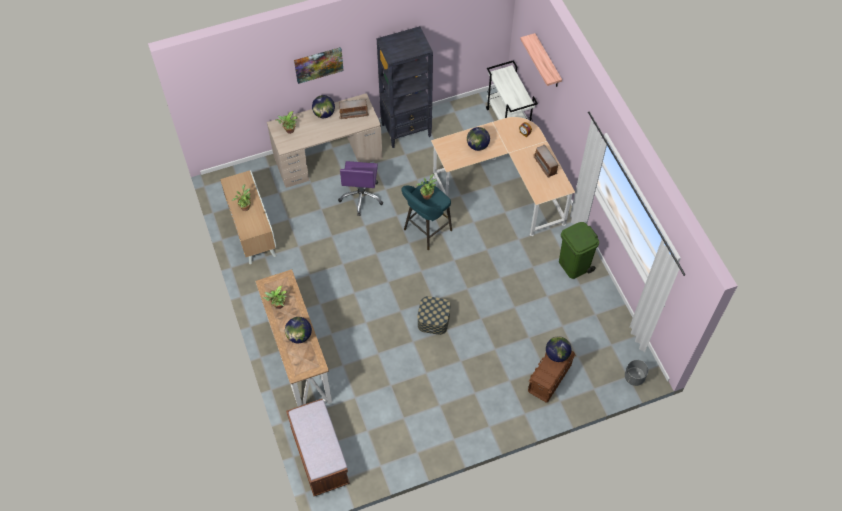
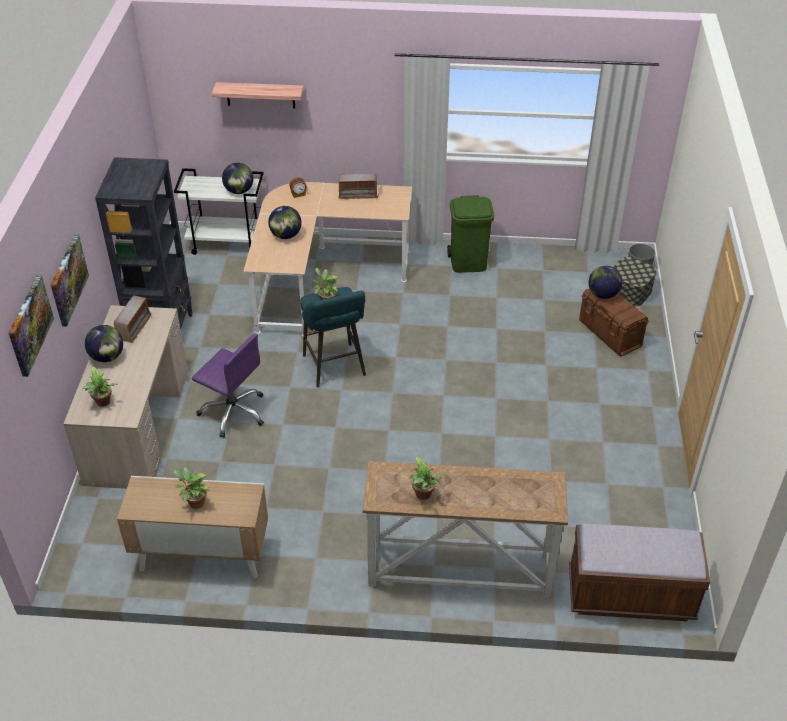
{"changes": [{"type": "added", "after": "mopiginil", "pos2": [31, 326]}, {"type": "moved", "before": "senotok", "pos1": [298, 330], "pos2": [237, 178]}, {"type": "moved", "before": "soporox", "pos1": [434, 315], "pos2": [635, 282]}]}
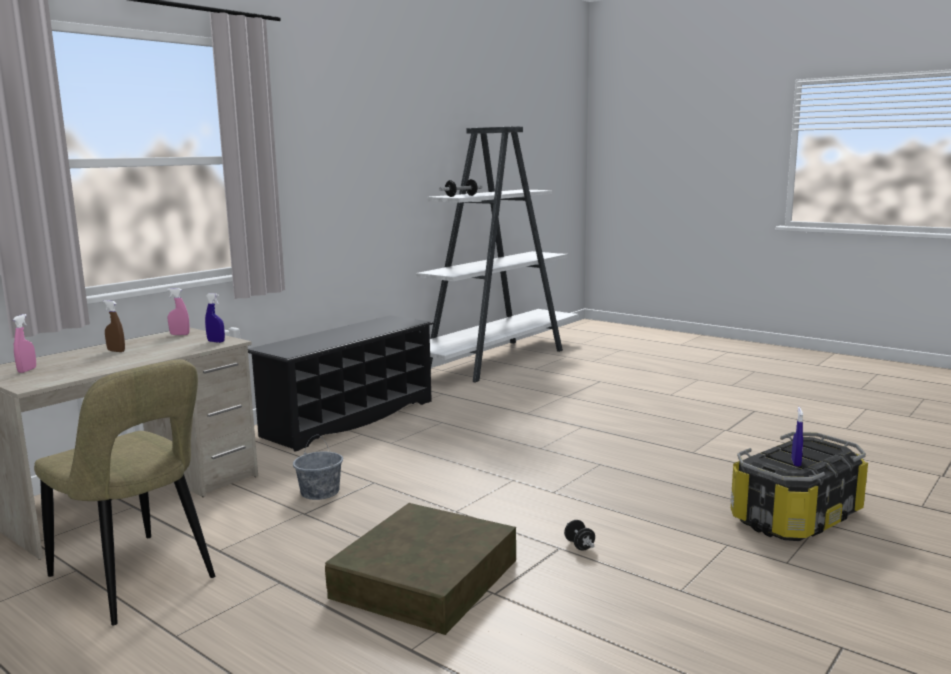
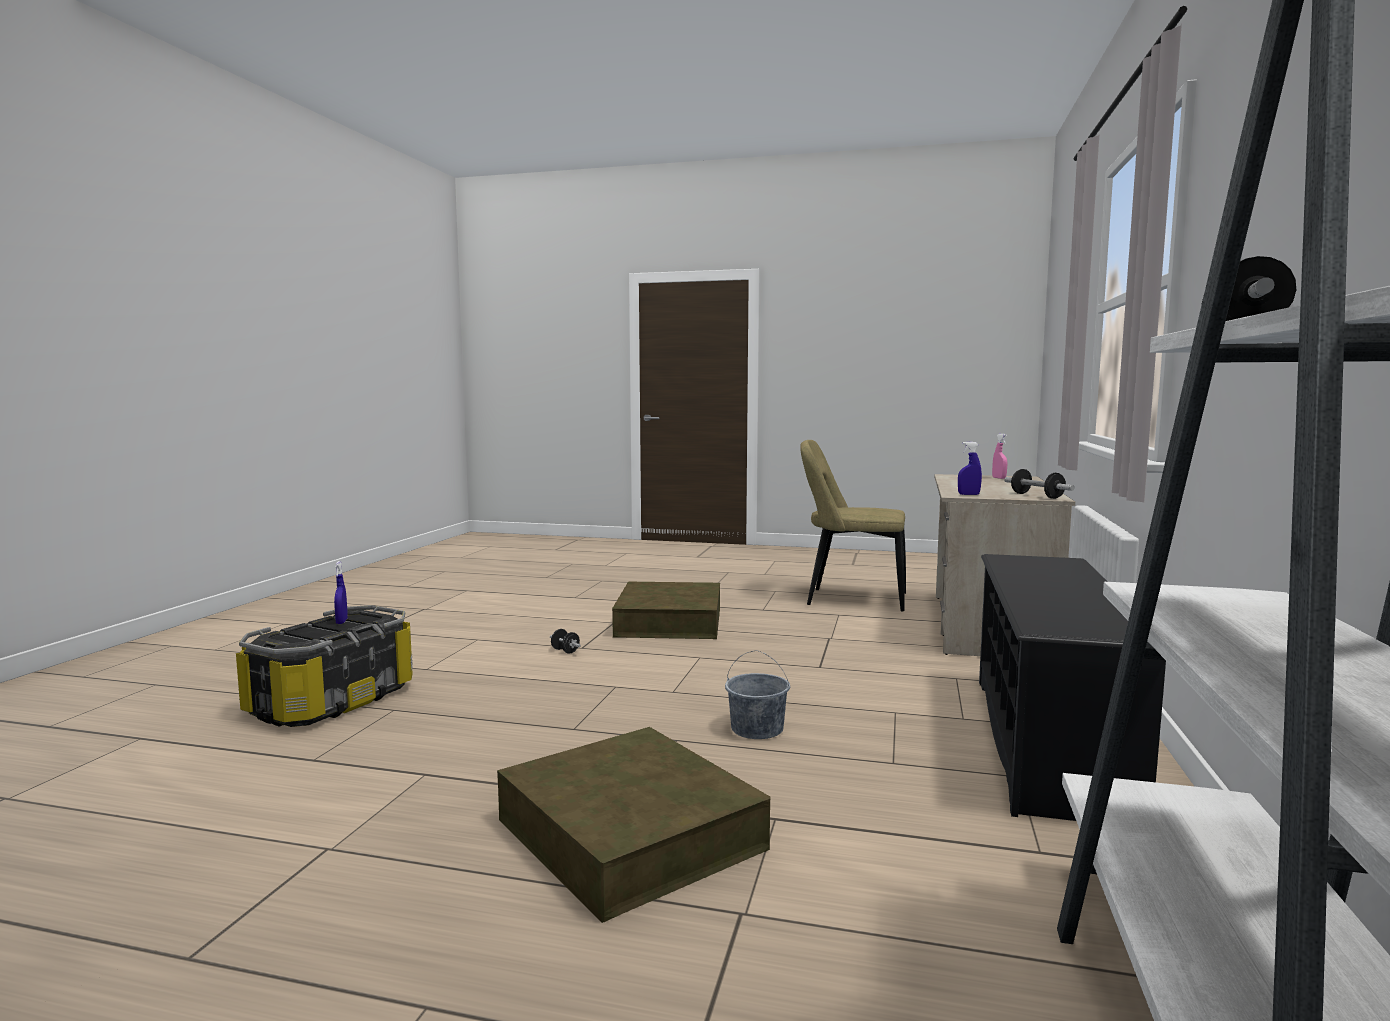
{"changes": [{"type": "removed", "before": "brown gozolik", "pos1": [114, 326]}, {"type": "added", "after": "brown soporox", "pos2": [633, 825]}, {"type": "moved", "before": "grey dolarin", "pos1": [318, 467], "pos2": [757, 694]}, {"type": "replaced", "before": "pink gozolik", "after": "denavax", "pos1": [178, 311], "pos2": [1039, 484]}]}
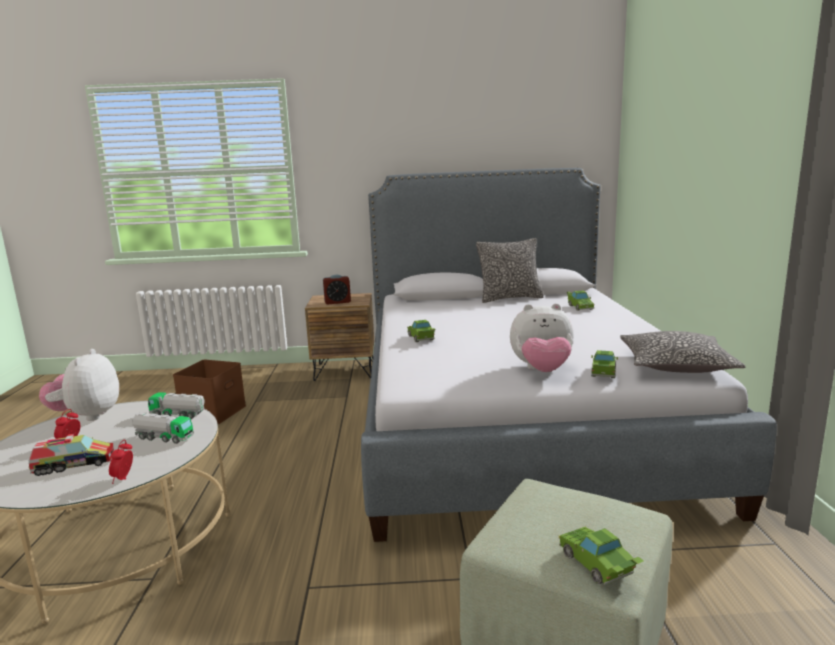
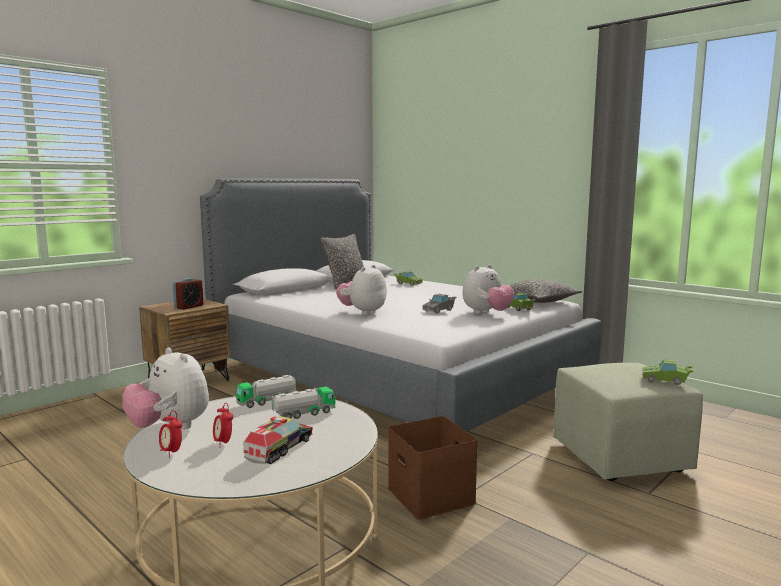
{"changes": [{"type": "added", "after": "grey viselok", "pos2": [439, 304]}, {"type": "moved", "before": "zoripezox", "pos1": [121, 462], "pos2": [171, 434]}, {"type": "moved", "before": "brown soporox", "pos1": [209, 392], "pos2": [433, 468]}, {"type": "replaced", "before": "green viselok", "after": "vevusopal", "pos1": [421, 331], "pos2": [361, 290]}]}
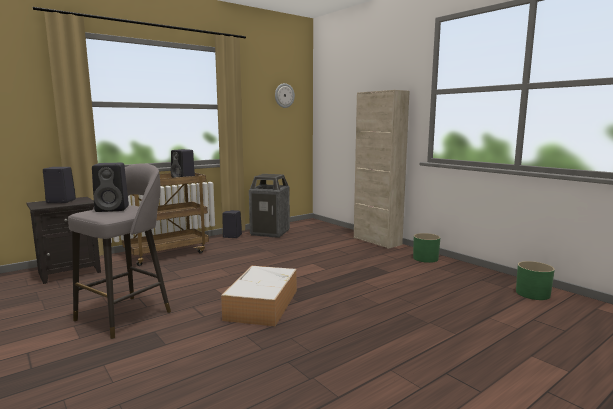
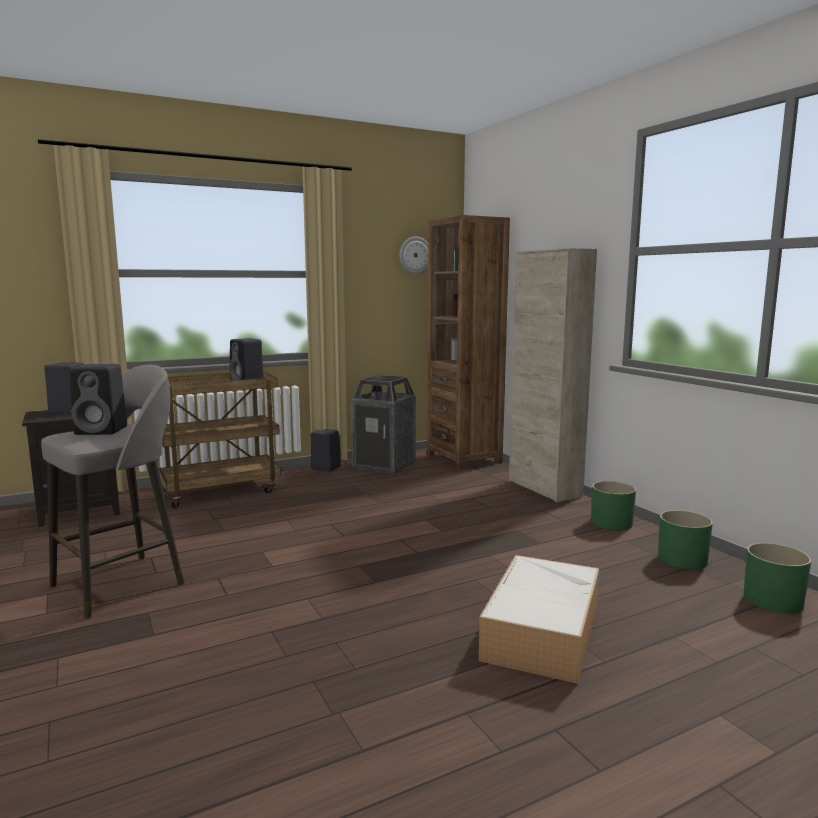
{"changes": [{"type": "added", "after": "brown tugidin", "pos2": [468, 342]}, {"type": "added", "after": "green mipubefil", "pos2": [685, 539]}, {"type": "moved", "before": "soporox", "pos1": [259, 296], "pos2": [539, 619]}]}
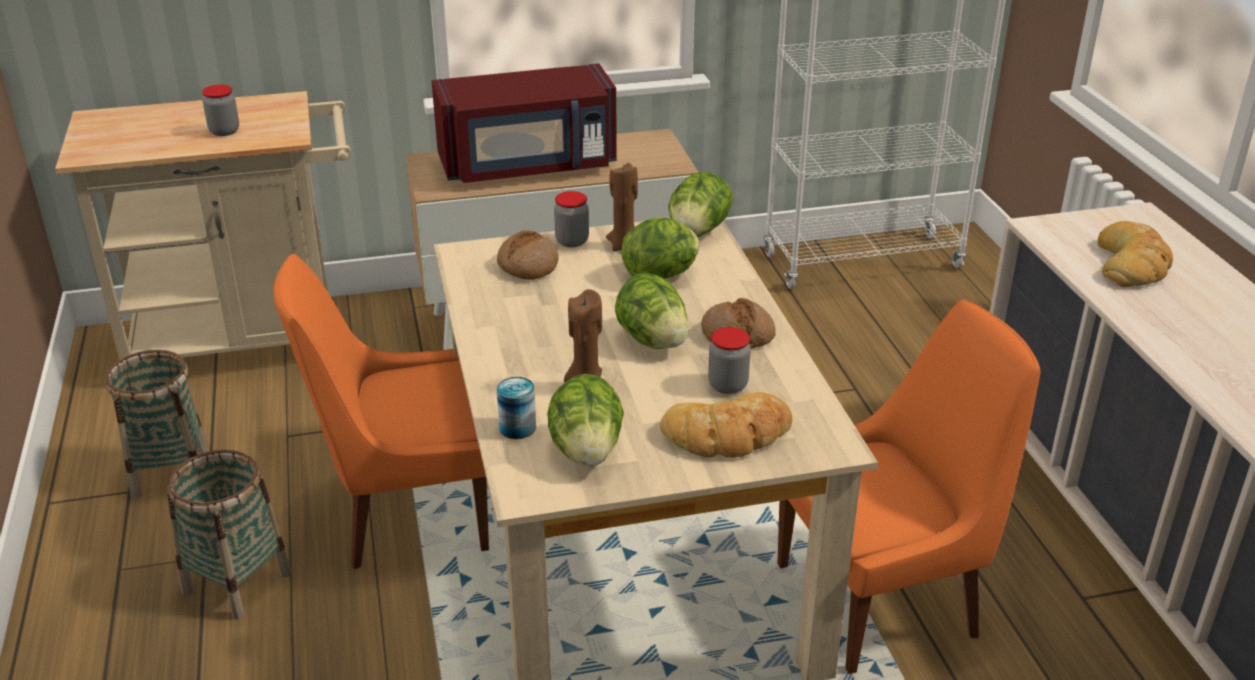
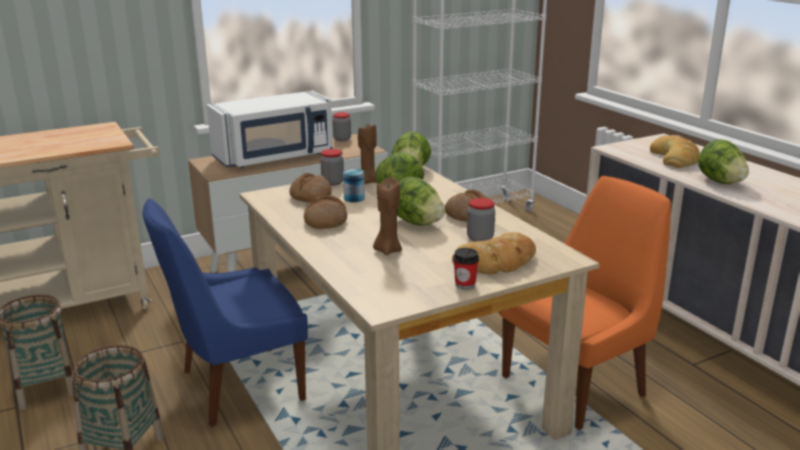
{"changes": [{"type": "added", "after": "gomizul", "pos2": [325, 212]}, {"type": "added", "after": "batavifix", "pos2": [466, 269]}, {"type": "moved", "before": "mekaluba", "pos1": [220, 110], "pos2": [342, 126]}, {"type": "moved", "before": "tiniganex", "pos1": [516, 408], "pos2": [354, 185]}, {"type": "moved", "before": "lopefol", "pos1": [585, 420], "pos2": [723, 161]}, {"type": "recoloured", "before": "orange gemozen", "after": "blue gemozen", "pos1": [381, 411], "pos2": [225, 312]}, {"type": "recoloured", "before": "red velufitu", "after": "white velufitu", "pos1": [524, 123], "pos2": [270, 129]}]}
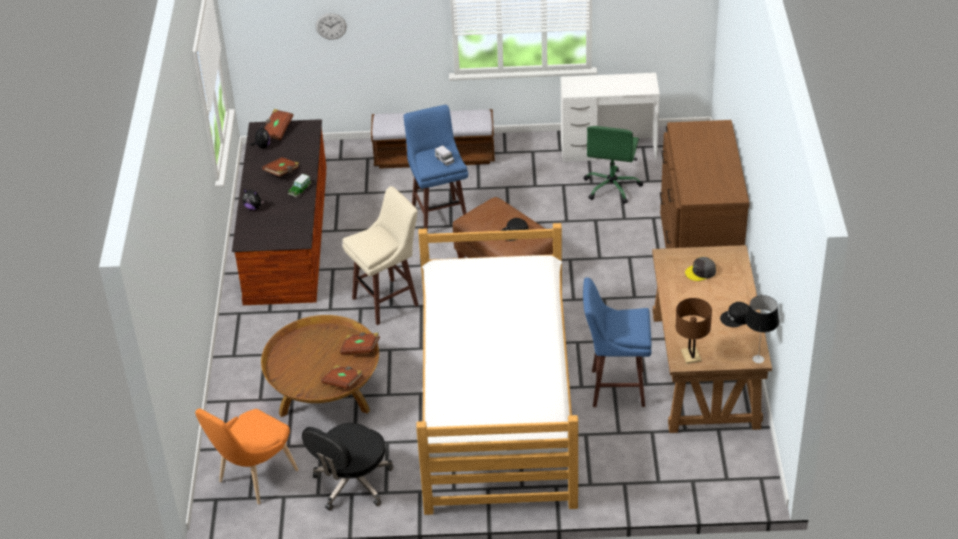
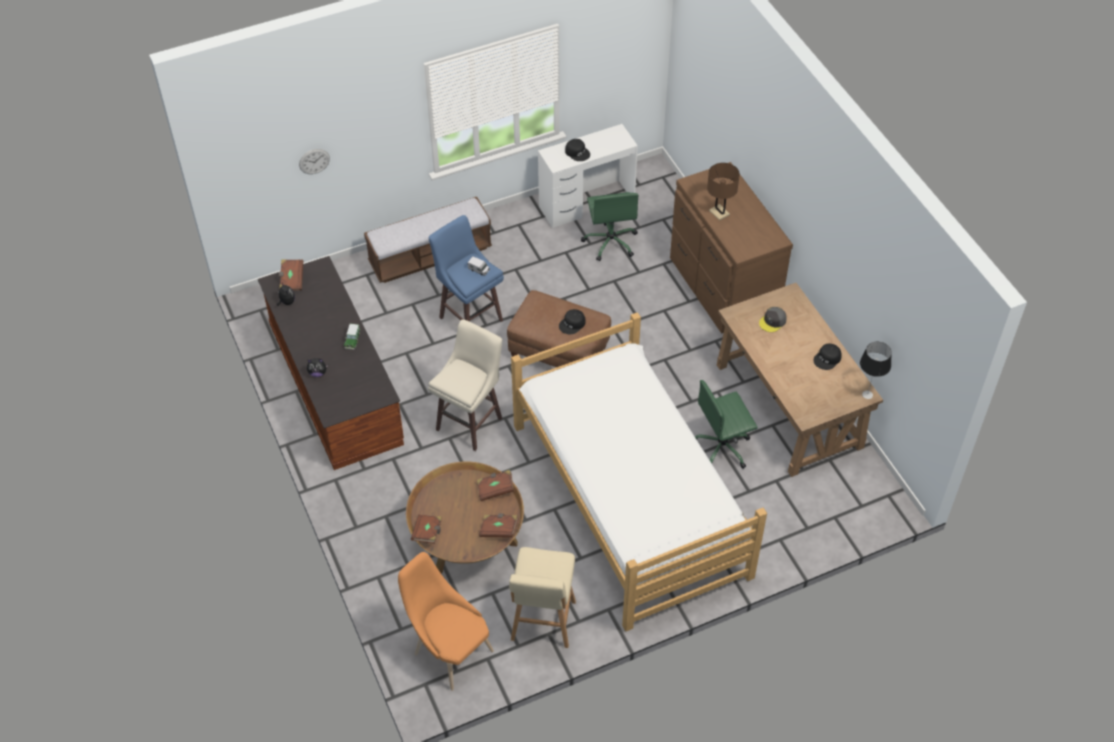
{"changes": [{"type": "added", "after": "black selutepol", "pos2": [577, 150]}, {"type": "moved", "before": "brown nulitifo", "pos1": [280, 167], "pos2": [426, 529]}, {"type": "moved", "before": "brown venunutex", "pos1": [693, 331], "pos2": [723, 192]}, {"type": "replaced", "before": "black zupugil", "after": "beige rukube", "pos1": [348, 466], "pos2": [542, 597]}, {"type": "replaced", "before": "blue rukube", "after": "green zupugil", "pos1": [617, 342], "pos2": [726, 424]}, {"type": "turned", "before": "orange gemozen", "pos1": [246, 456], "pos2": [446, 621], "turn": 120}]}
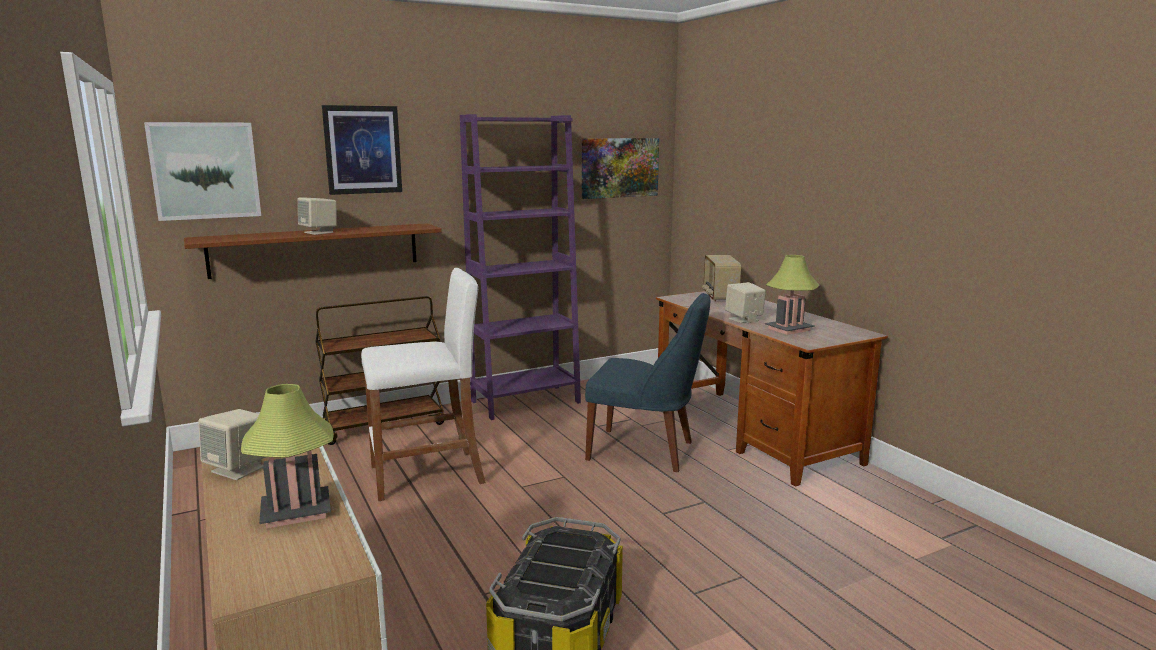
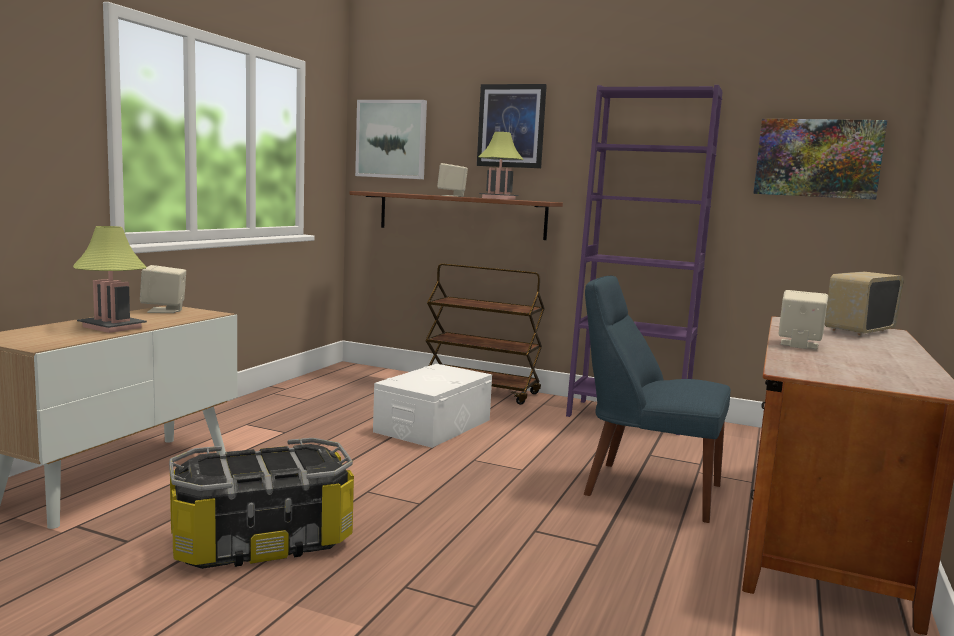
{"changes": [{"type": "moved", "before": "venunutex", "pos1": [792, 295], "pos2": [501, 166]}, {"type": "replaced", "before": "white rukube", "after": "white soporox", "pos1": [423, 384], "pos2": [432, 406]}, {"type": "turned", "before": "blue gemozen", "pos1": [647, 382], "pos2": [657, 399], "turn": 135}]}
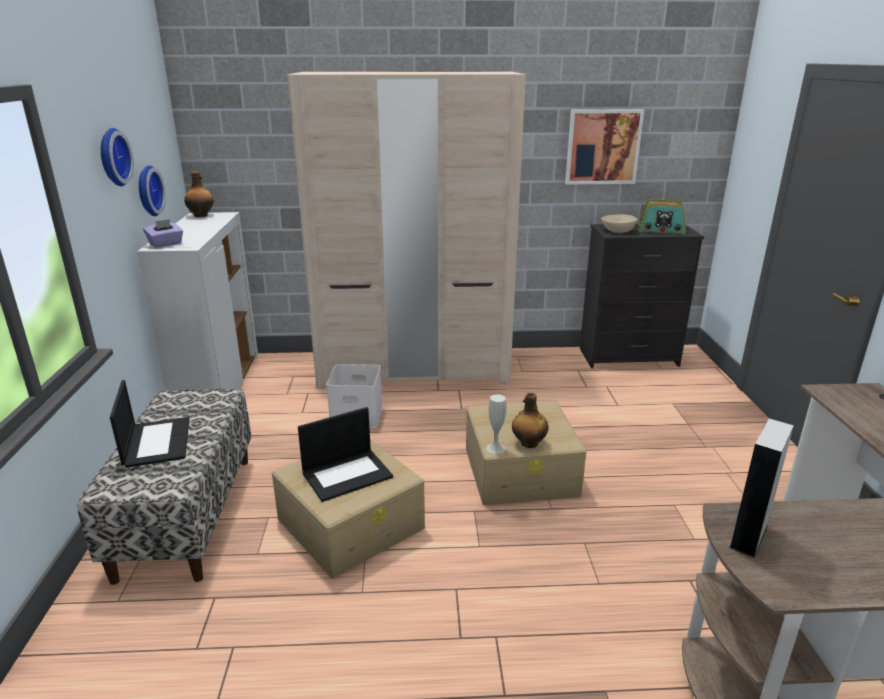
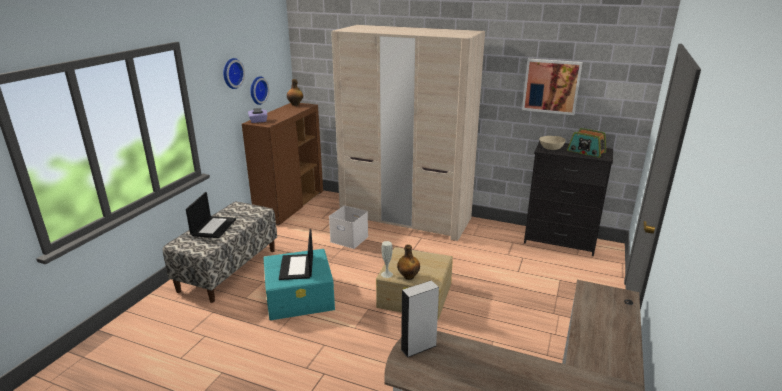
{"changes": [{"type": "recoloured", "before": "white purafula", "after": "brown purafula", "pos1": [197, 301], "pos2": [282, 164]}, {"type": "recoloured", "before": "beige soporox", "after": "turquoise soporox", "pos1": [348, 509], "pos2": [299, 284]}, {"type": "turned", "before": "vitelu", "pos1": [345, 454], "pos2": [296, 254], "turn": 90}]}
